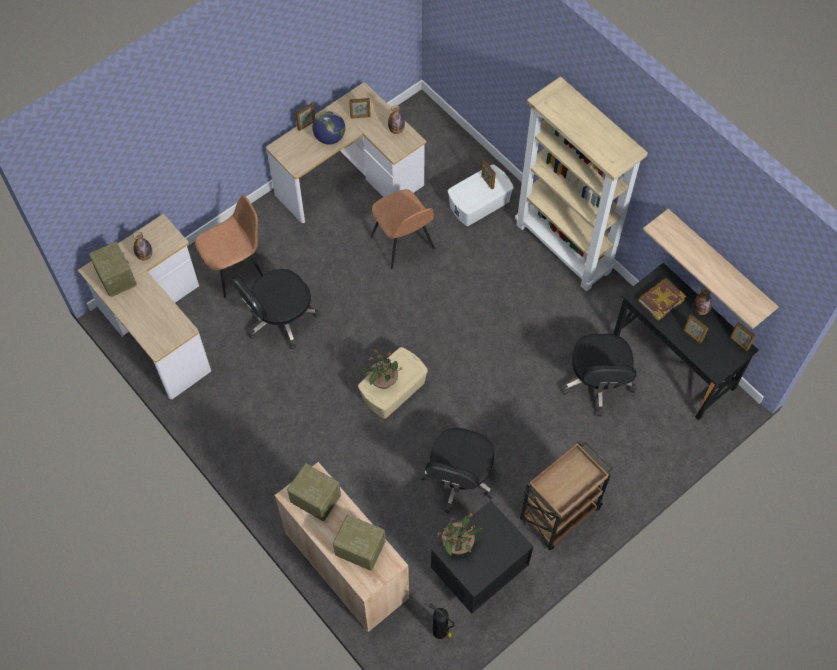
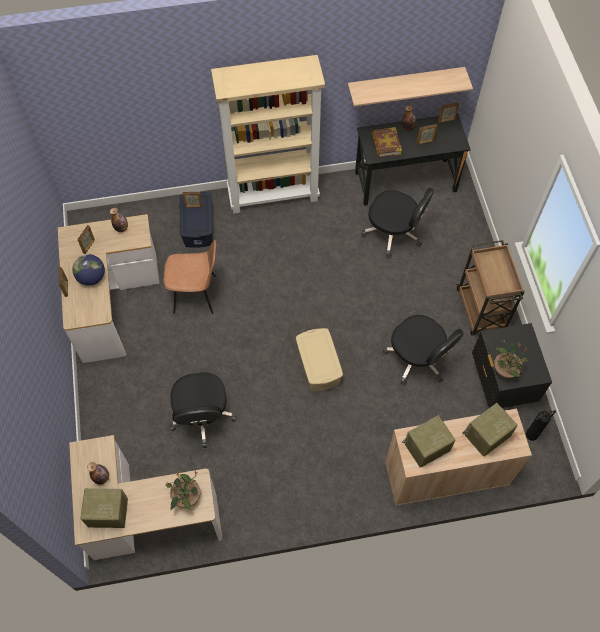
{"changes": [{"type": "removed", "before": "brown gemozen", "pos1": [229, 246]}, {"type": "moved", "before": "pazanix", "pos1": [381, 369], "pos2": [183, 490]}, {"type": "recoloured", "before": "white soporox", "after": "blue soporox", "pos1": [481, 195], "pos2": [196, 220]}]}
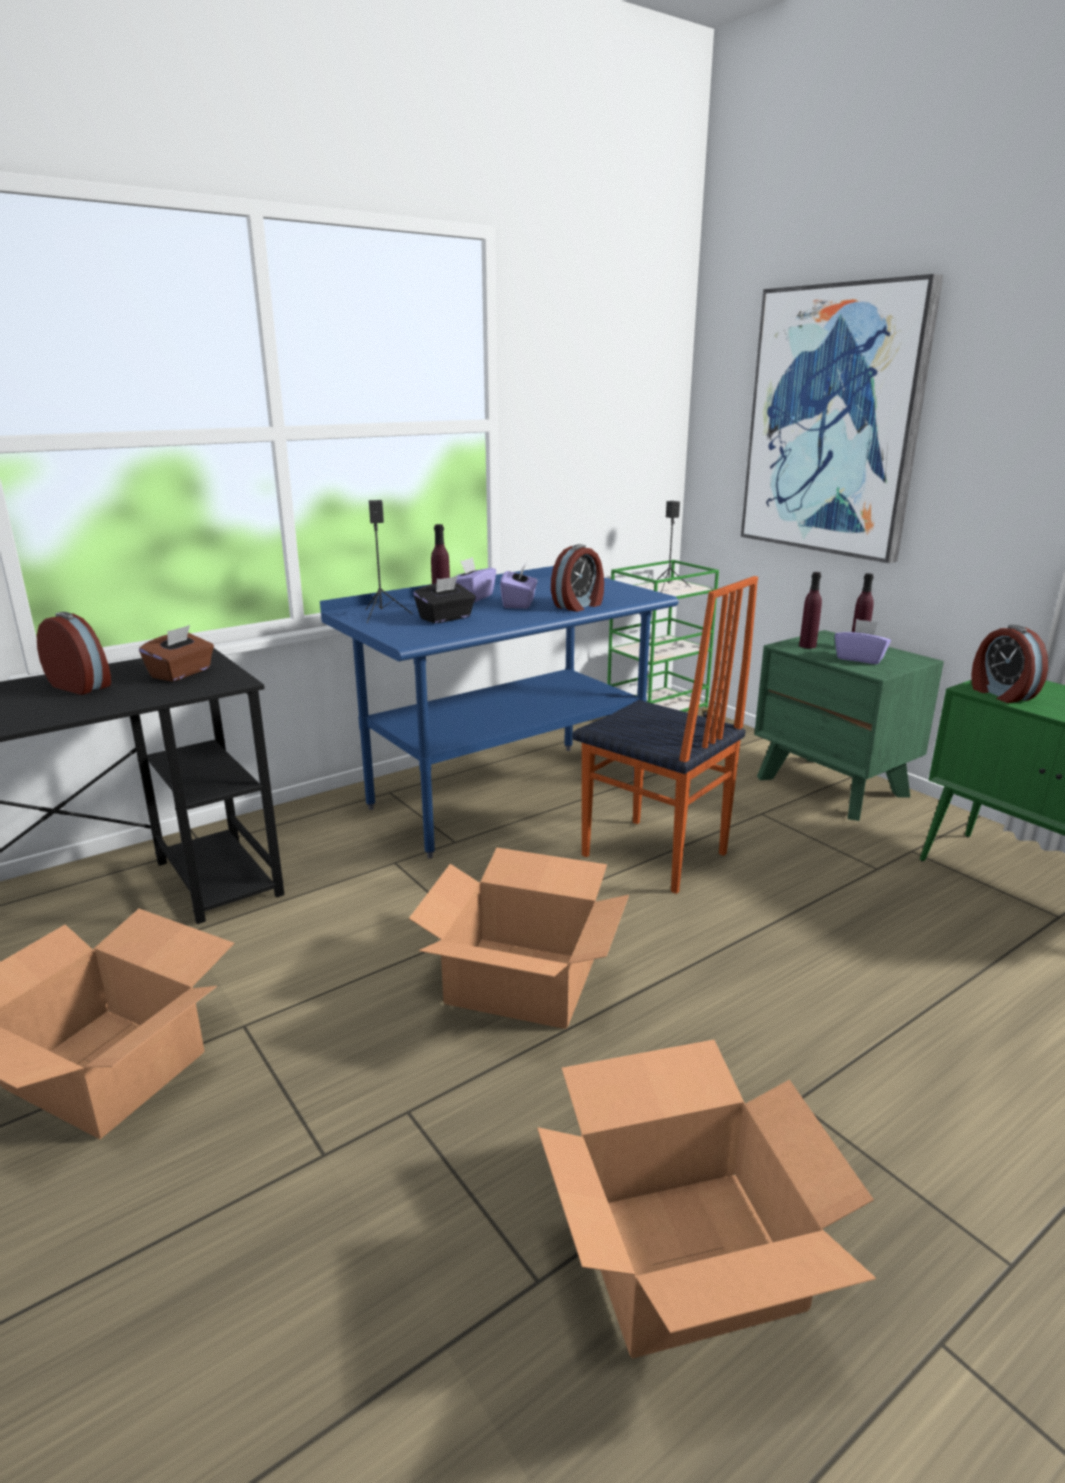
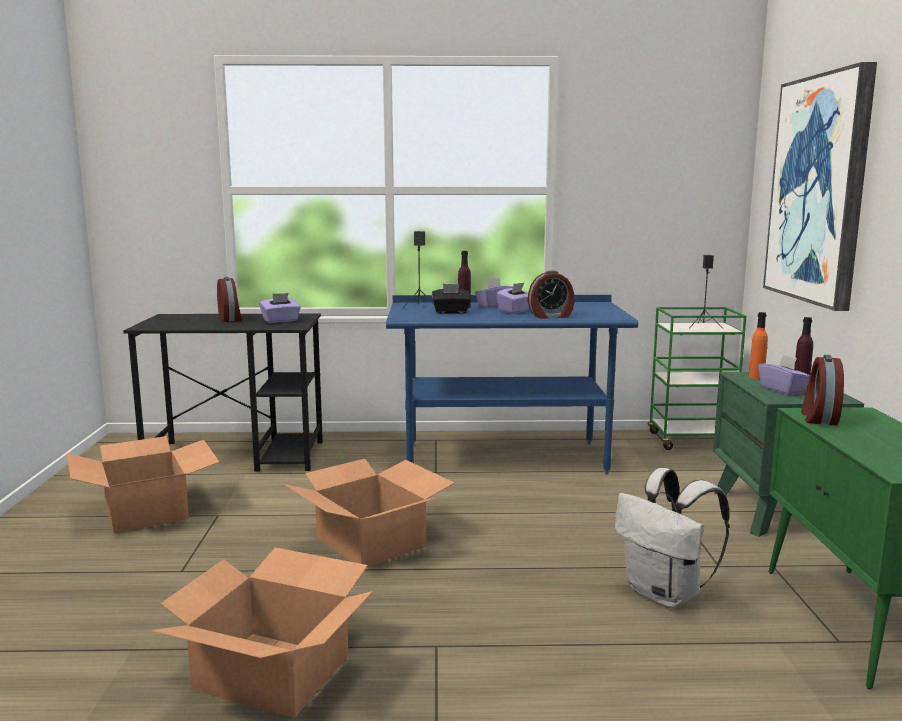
{"changes": [{"type": "removed", "before": "gemozen", "pos1": [665, 735]}, {"type": "added", "after": "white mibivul", "pos2": [672, 538]}, {"type": "recoloured", "before": "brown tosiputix", "after": "purple tosiputix", "pos1": [176, 653], "pos2": [280, 308]}, {"type": "recoloured", "before": "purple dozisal", "after": "orange dozisal", "pos1": [810, 610], "pos2": [758, 345]}]}
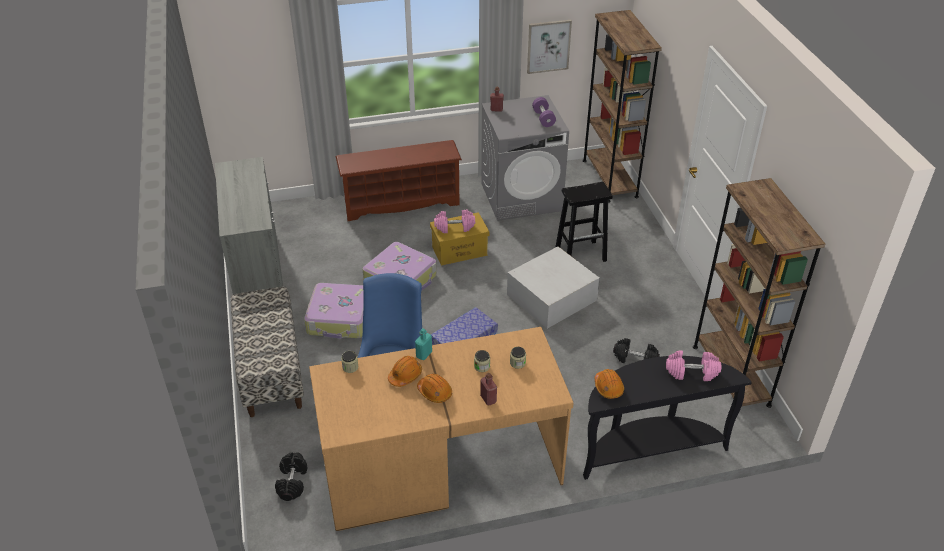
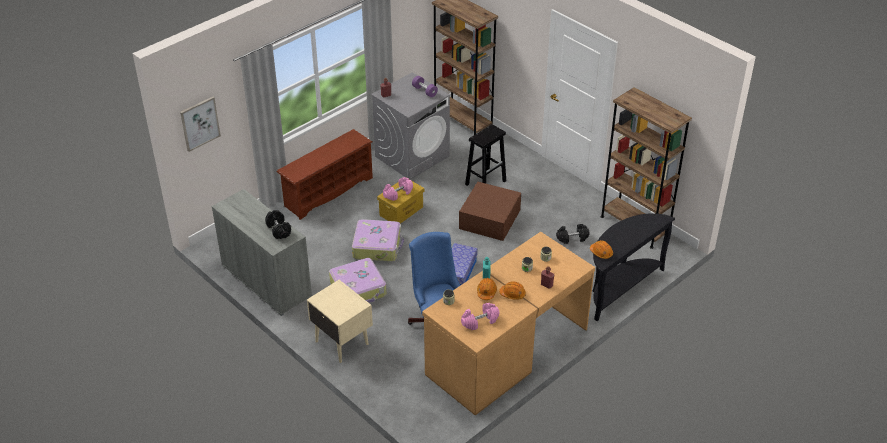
{"changes": [{"type": "moved", "before": "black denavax", "pos1": [291, 476], "pos2": [278, 224]}, {"type": "moved", "before": "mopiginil", "pos1": [549, 47], "pos2": [200, 124]}, {"type": "moved", "before": "pink denavax", "pos1": [693, 365], "pos2": [480, 316]}, {"type": "replaced", "before": "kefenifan", "after": "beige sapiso", "pos1": [267, 351], "pos2": [340, 321]}, {"type": "recoloured", "before": "white soporox", "after": "brown soporox", "pos1": [553, 287], "pos2": [490, 211]}]}
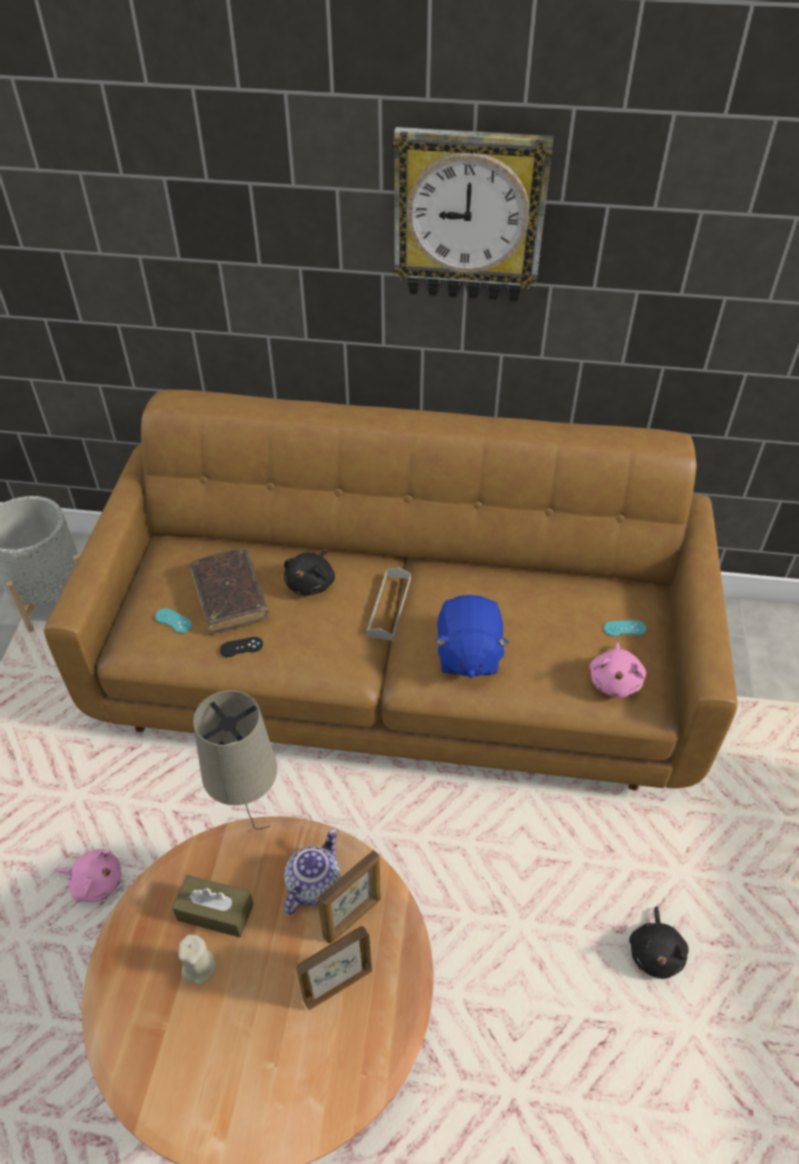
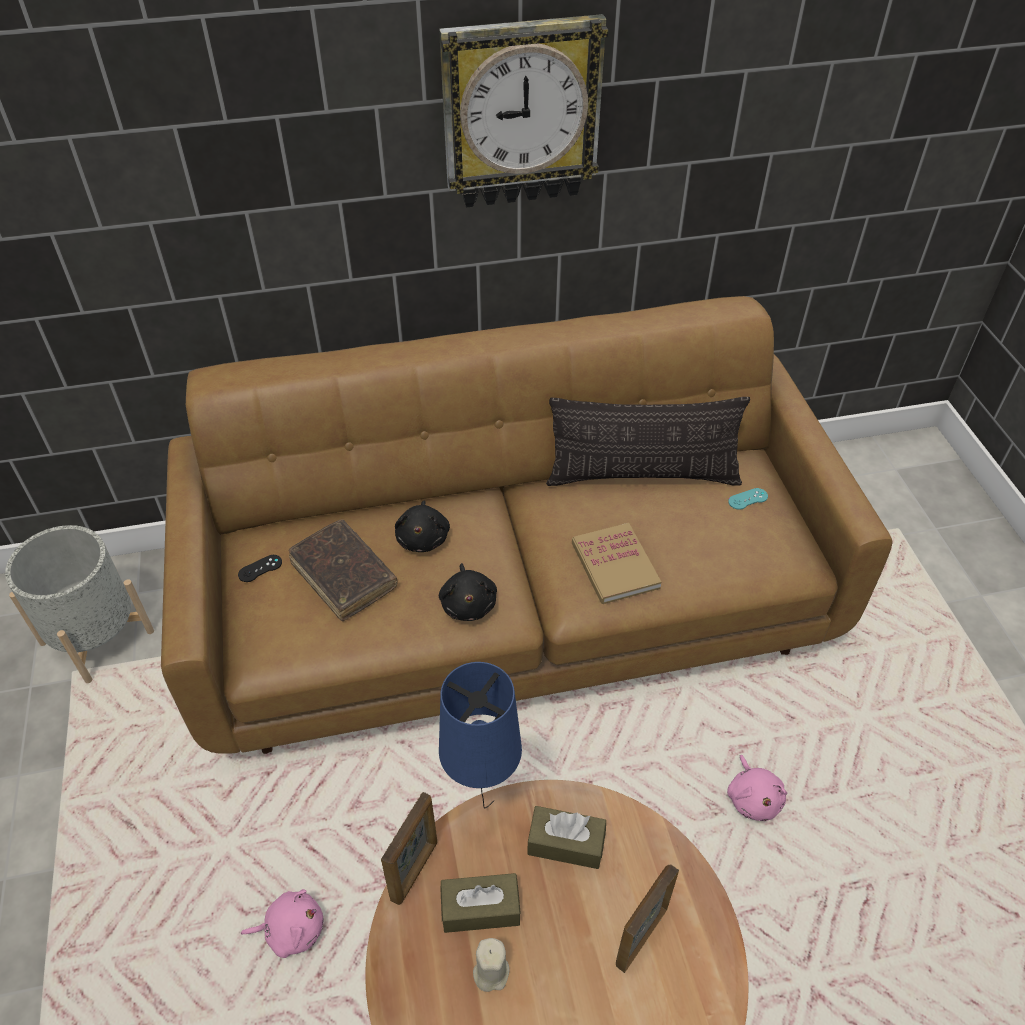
{"changes": [{"type": "removed", "before": "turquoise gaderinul", "pos1": [173, 620]}, {"type": "removed", "before": "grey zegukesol", "pos1": [389, 604]}, {"type": "added", "after": "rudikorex", "pos2": [648, 441]}, {"type": "moved", "before": "black gaderinul", "pos1": [241, 647], "pos2": [260, 568]}, {"type": "moved", "before": "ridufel", "pos1": [349, 896], "pos2": [409, 848]}, {"type": "moved", "before": "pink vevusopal", "pos1": [618, 669], "pos2": [757, 788]}, {"type": "moved", "before": "black vevusopal", "pos1": [659, 943], "pos2": [468, 592]}, {"type": "replaced", "before": "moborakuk", "after": "brown tosiputix", "pos1": [312, 872], "pos2": [566, 837]}, {"type": "replaced", "before": "blue vevusopal", "after": "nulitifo", "pos1": [472, 636], "pos2": [616, 563]}, {"type": "recoloured", "before": "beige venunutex", "after": "blue venunutex", "pos1": [235, 759], "pos2": [480, 735]}]}
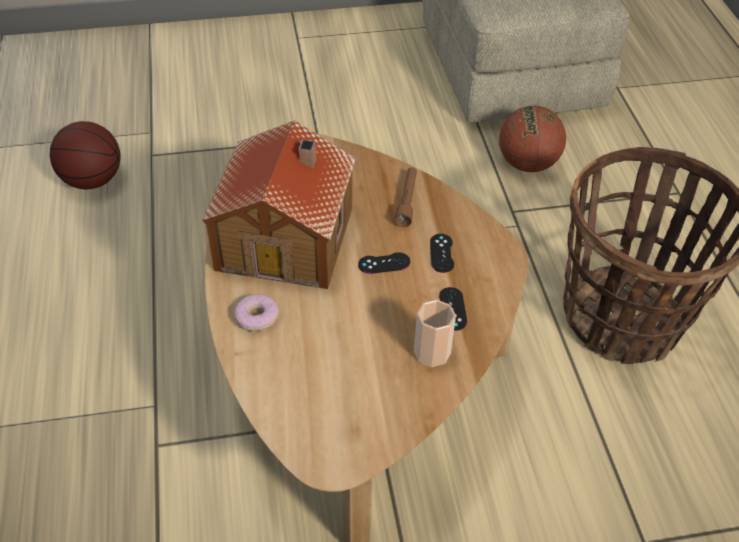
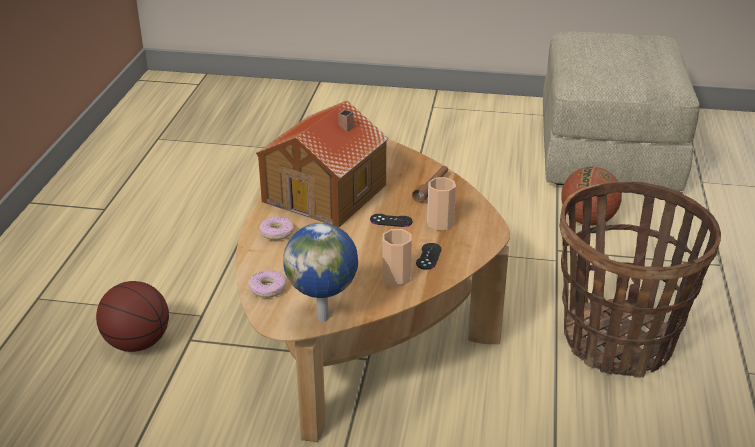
{"changes": [{"type": "added", "after": "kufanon", "pos2": [267, 284]}, {"type": "added", "after": "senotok", "pos2": [321, 272]}, {"type": "moved", "before": "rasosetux", "pos1": [85, 155], "pos2": [132, 316]}, {"type": "replaced", "before": "black gaderinul", "after": "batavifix", "pos1": [442, 253], "pos2": [441, 203]}]}
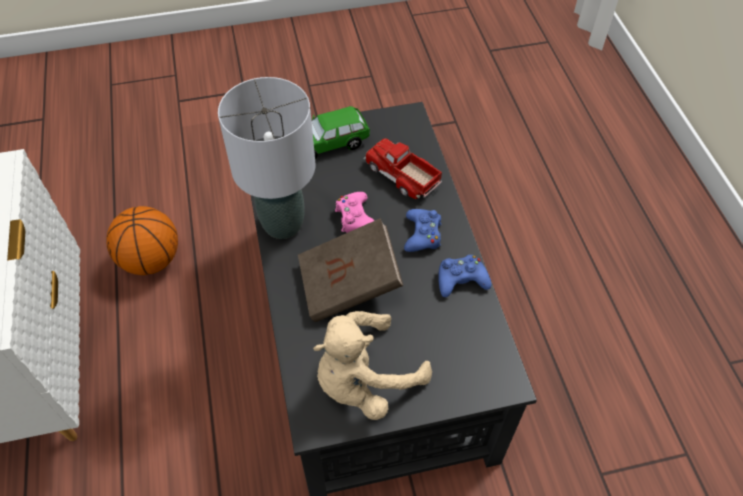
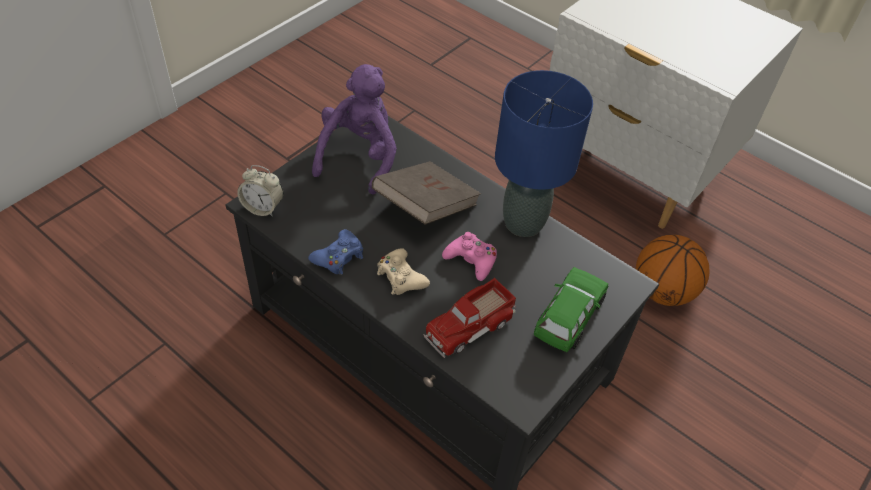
{"changes": [{"type": "added", "after": "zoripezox", "pos2": [260, 191]}, {"type": "recoloured", "before": "grey venunutex", "after": "blue venunutex", "pos1": [267, 158], "pos2": [544, 153]}, {"type": "recoloured", "before": "beige vevusopal", "after": "purple vevusopal", "pos1": [372, 365], "pos2": [354, 129]}, {"type": "recoloured", "before": "blue gaderinul", "after": "beige gaderinul", "pos1": [422, 230], "pos2": [403, 271]}, {"type": "turned", "before": "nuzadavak", "pos1": [403, 168], "pos2": [469, 318], "turn": 135}]}
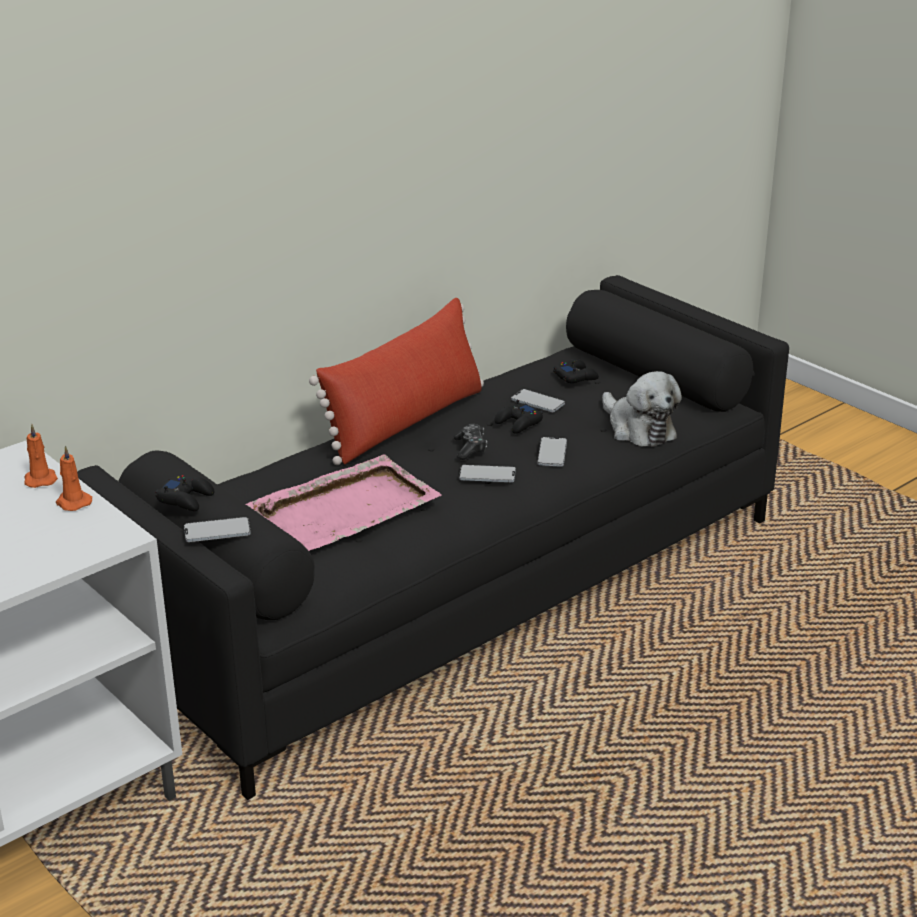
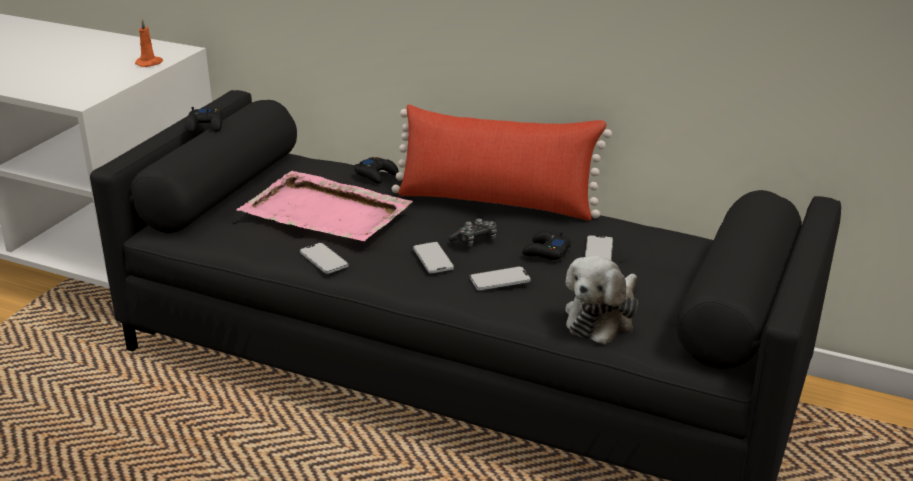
{"changes": [{"type": "removed", "before": "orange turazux", "pos1": [74, 478]}, {"type": "moved", "before": "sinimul", "pos1": [217, 529], "pos2": [324, 258]}, {"type": "moved", "before": "black gaderinul", "pos1": [576, 370], "pos2": [376, 170]}]}
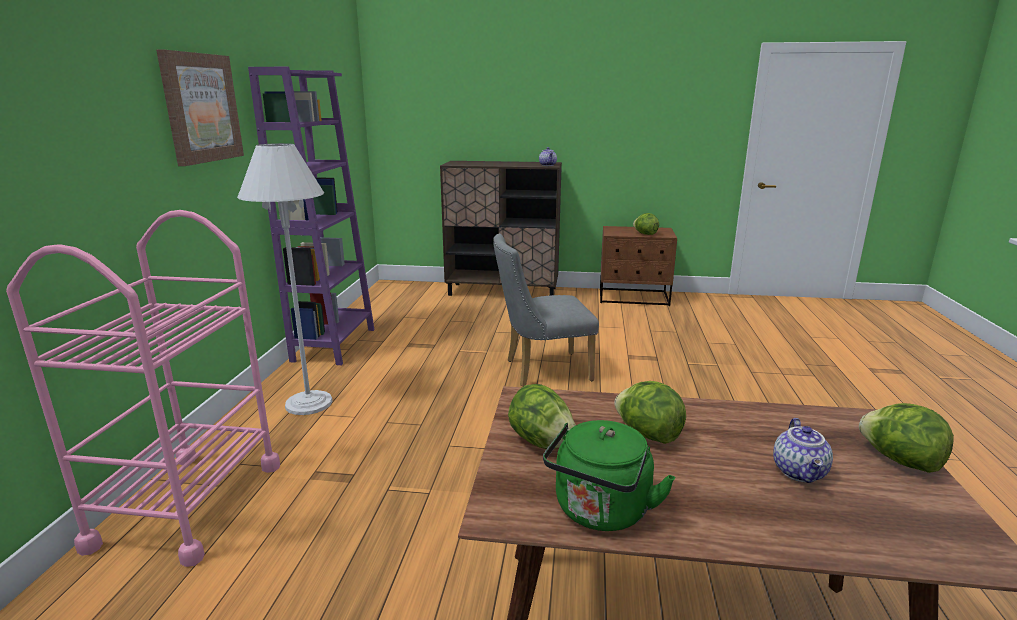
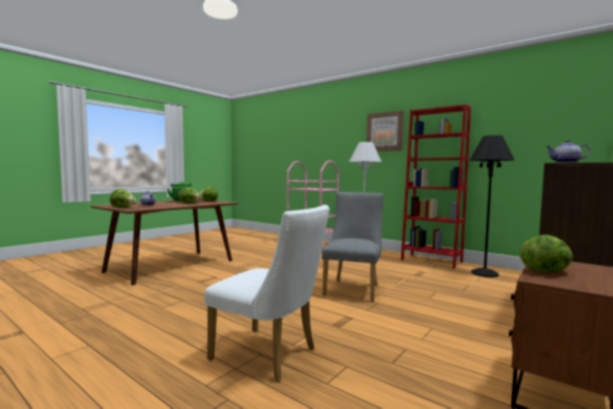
{"changes": [{"type": "added", "after": "white gemozen", "pos2": [267, 293]}, {"type": "added", "after": "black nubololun", "pos2": [492, 206]}, {"type": "recoloured", "before": "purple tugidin", "after": "red tugidin", "pos1": [311, 216], "pos2": [436, 186]}]}
